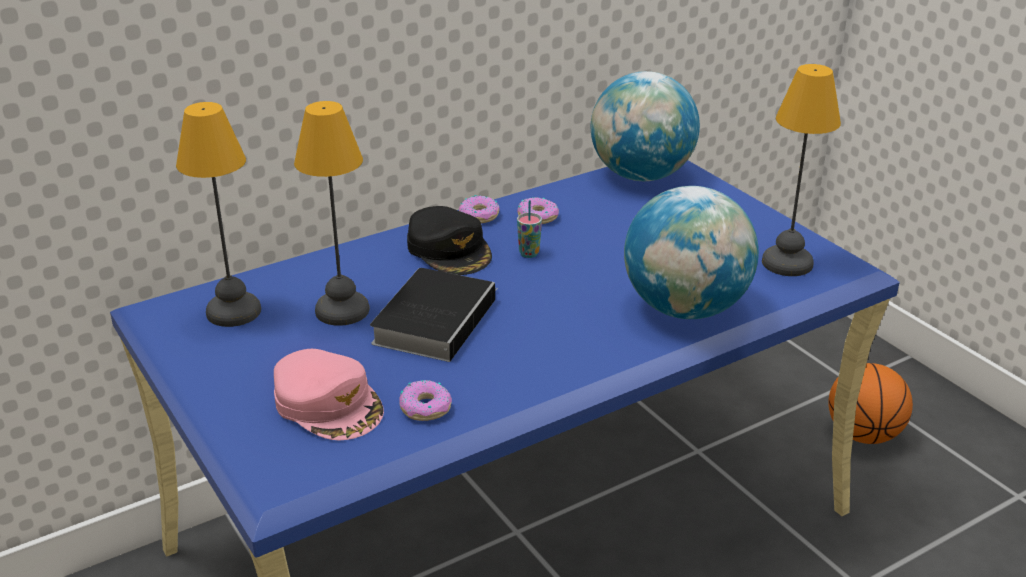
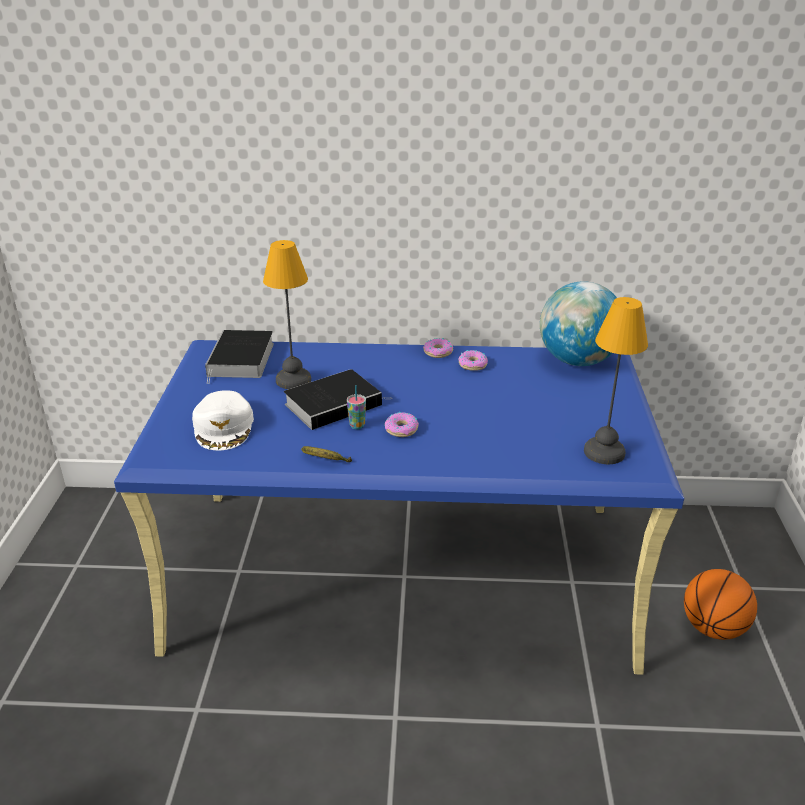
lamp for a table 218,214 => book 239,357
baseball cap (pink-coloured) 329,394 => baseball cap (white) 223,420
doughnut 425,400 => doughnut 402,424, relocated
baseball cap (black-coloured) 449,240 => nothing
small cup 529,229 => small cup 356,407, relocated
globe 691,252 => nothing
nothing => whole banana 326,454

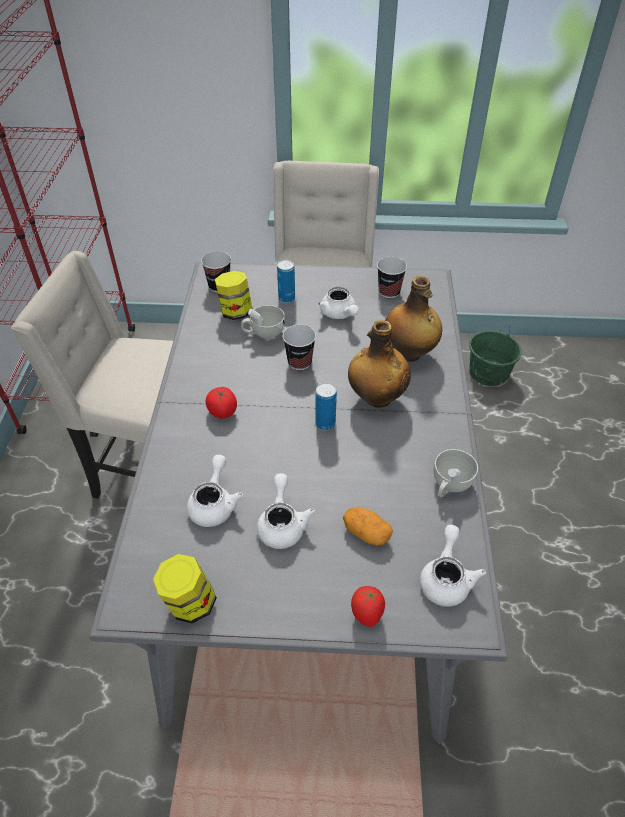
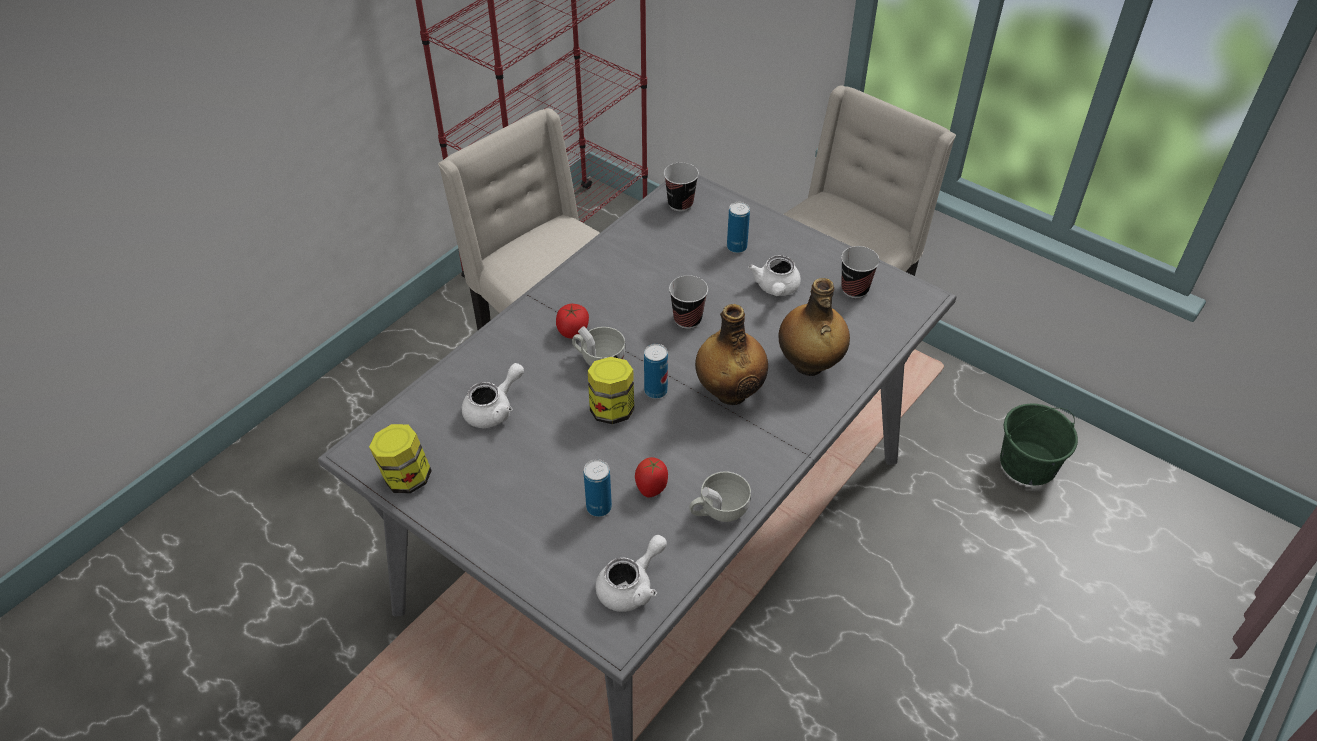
preserve jar 233,295 => preserve jar 611,390, relocated
small cup (white) 263,322 => small cup (white) 599,346, relocated
pot for tea (white) 286,511 => nothing
potato 368,526 => metal can 598,488
fresh tomato 368,606 => fresh tomato 651,477, relocated

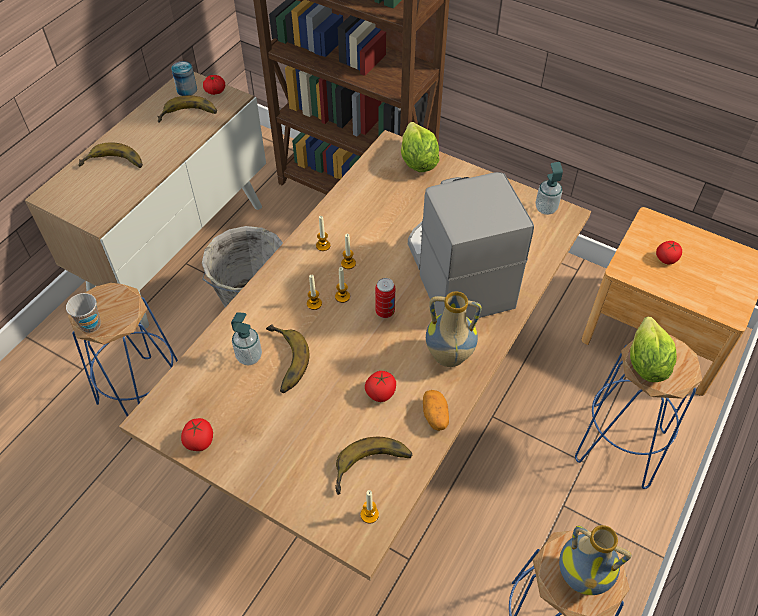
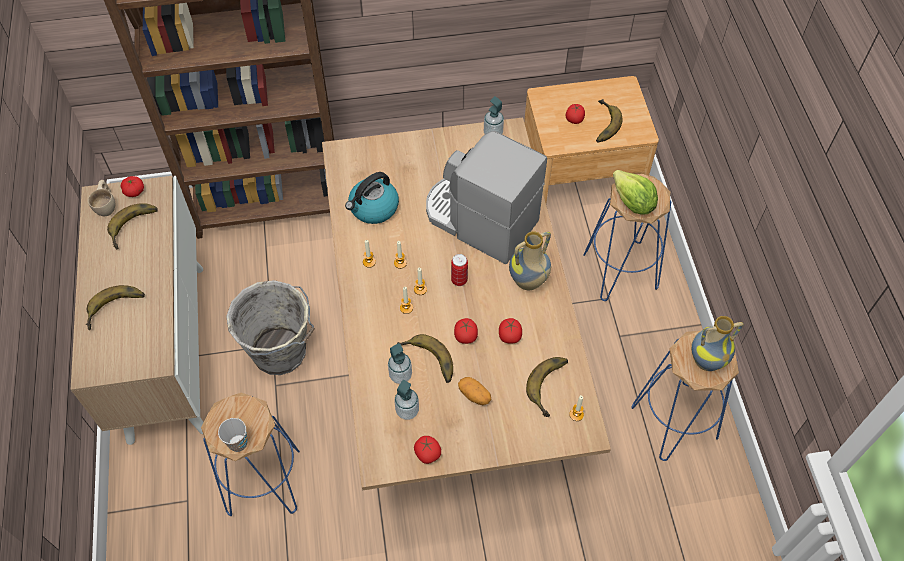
metal can 184,78 => small cup (beige-coloured) 101,198
lettuce 420,147 => nothing
potato 436,410 => potato 475,391, relocated
nothing => tea kettle 372,198
nothing => liquid soap bottle 407,400
nothing => fresh tomato 466,331
nothing => whole banana 609,121

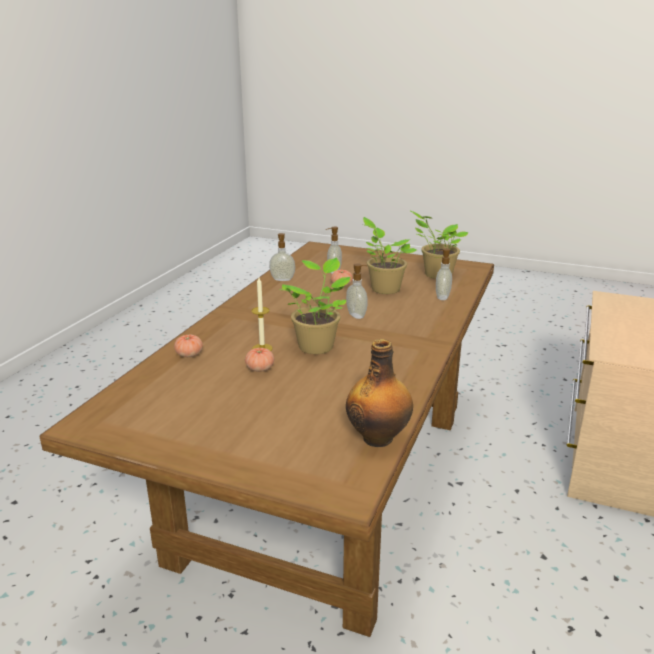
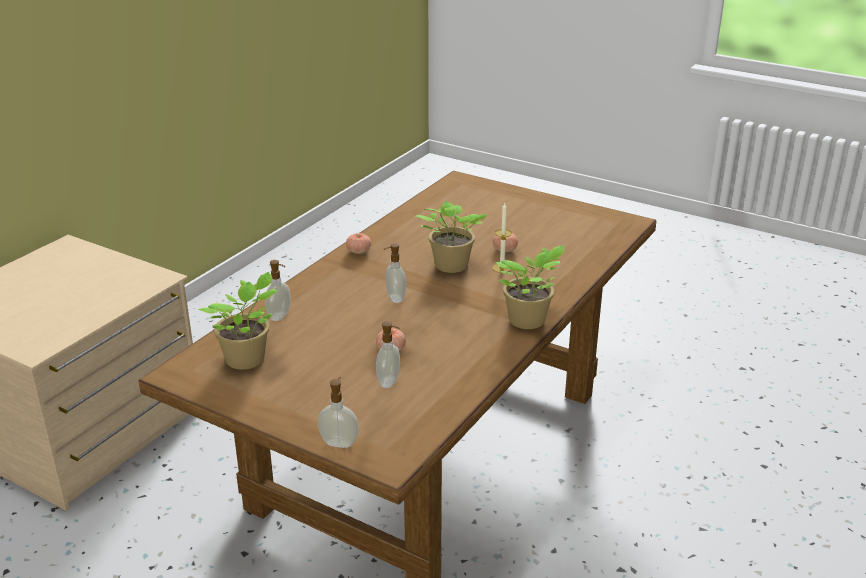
fresh tomato 188,346 => fresh tomato 358,243, relocated
liquid soap bottle 282,257 => liquid soap bottle 338,412, relocated
beverage bottle 379,393 => nothing
houseplant 390,255 => houseplant 530,287, relocated

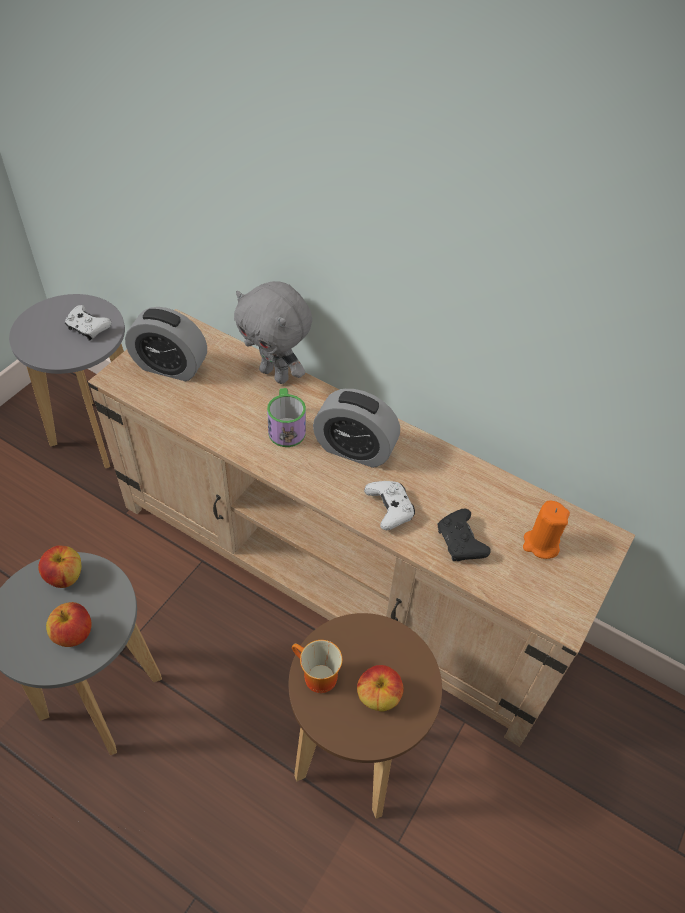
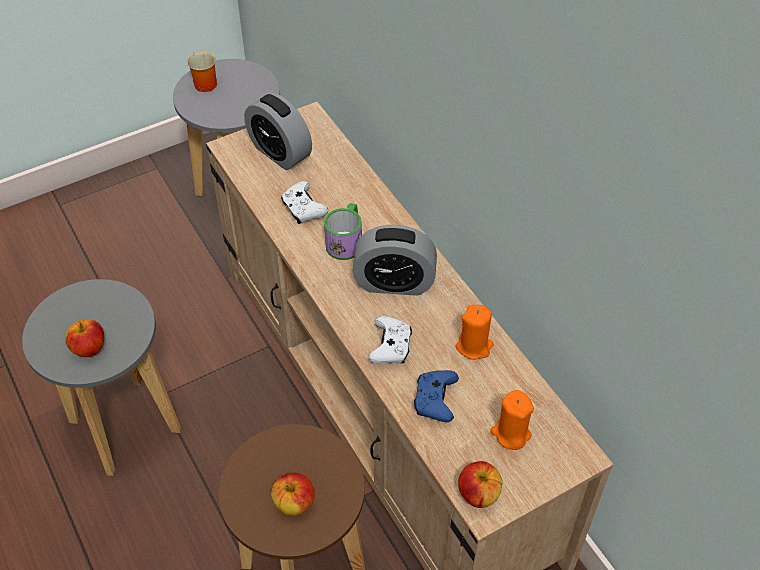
whole apple 59,567 => whole apple 480,484, relocated
gamepad (white) 88,323 => gamepad (white) 304,202, relocated
cuddly toy (grey) 273,332 => nothing
mug 317,666 => mug 202,72, relocated
bedside clock 356,428 => bedside clock 394,260, 45 degrees counterclockwise
gamepad (black-coloured) 464,534 => gamepad (blue-coloured) 436,396
nothing => wax candle (orange) 474,332

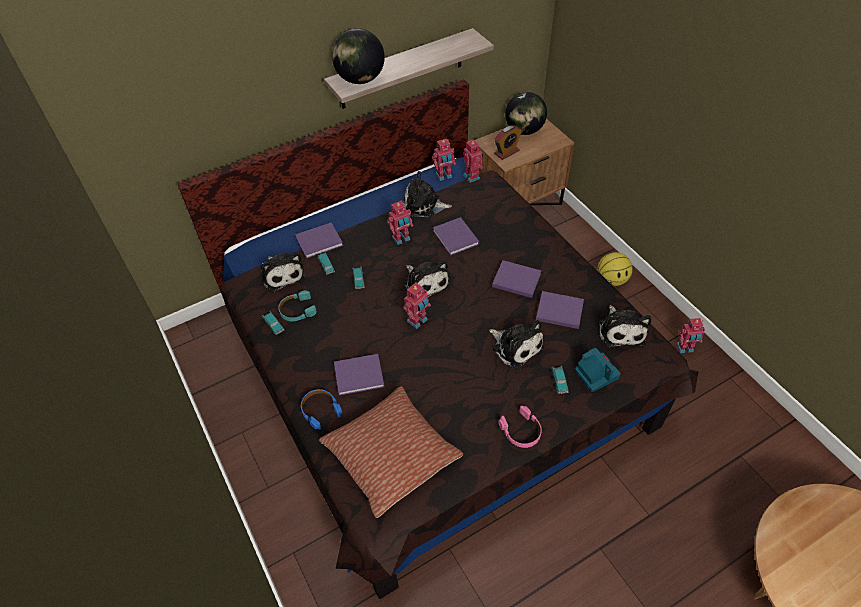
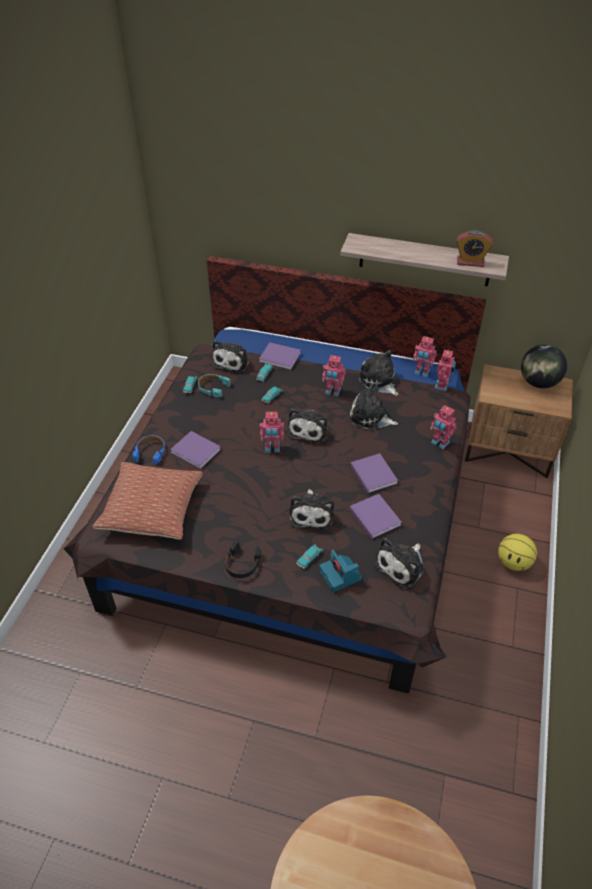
globe 358,56 => nothing
book (purplish) 456,236 => cuddly toy 373,406
bedside clock 508,142 => bedside clock 475,248, relocated
headset (pink-coloured) 520,427 => headset (black-coloured) 243,559
still camera 598,369 => still camera 340,571, 135 degrees clockwise
model robot 690,335 => model robot 443,427, relocated

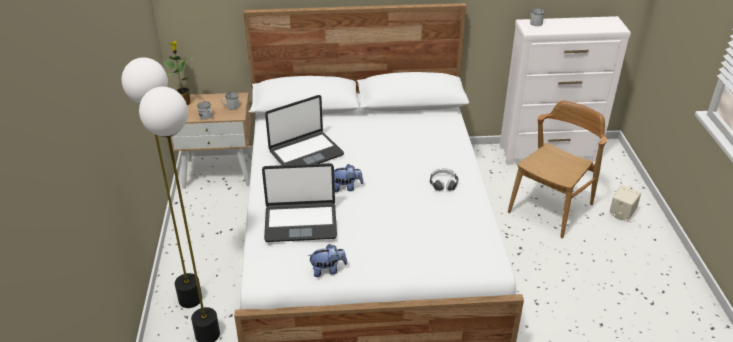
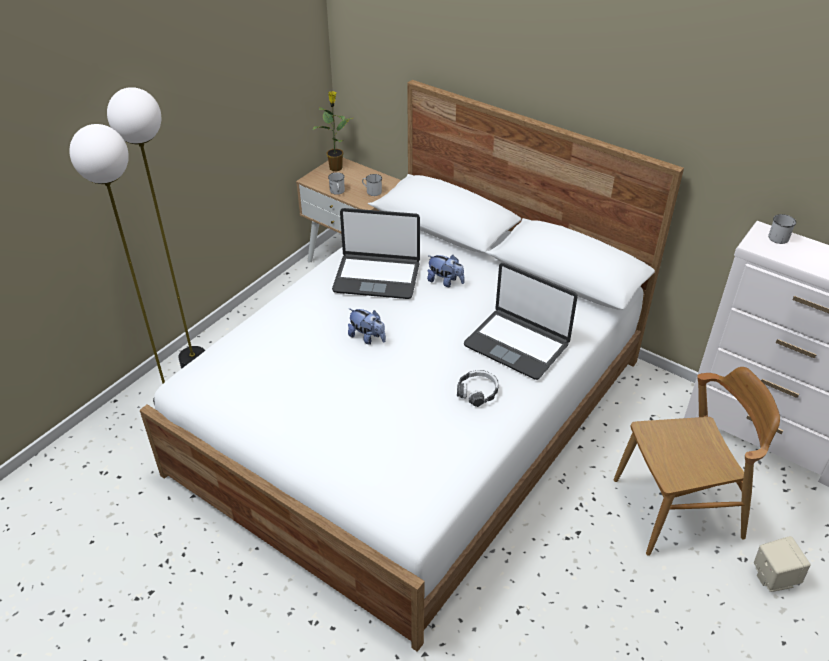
portable computer 299,202 => portable computer 521,321, relocated
cuddly toy 327,260 => cuddly toy 446,271, relocated

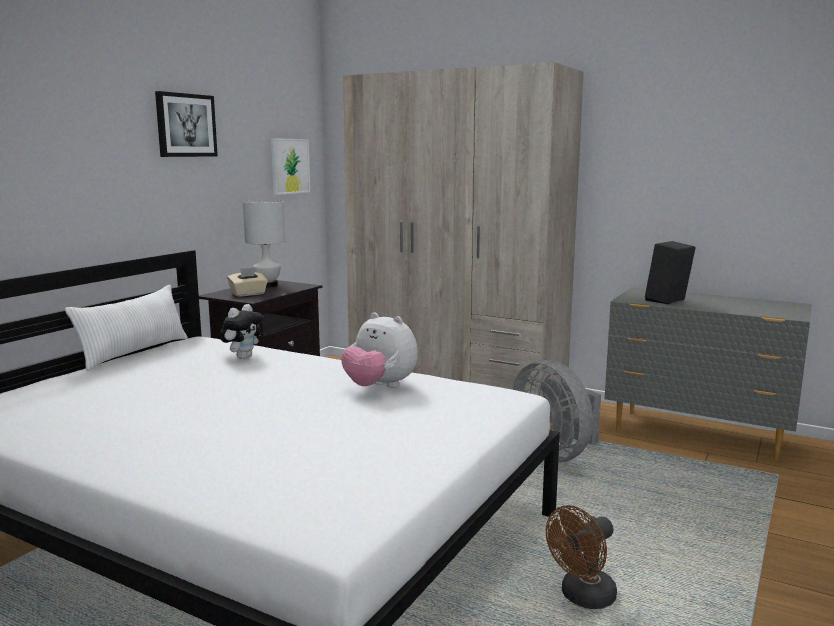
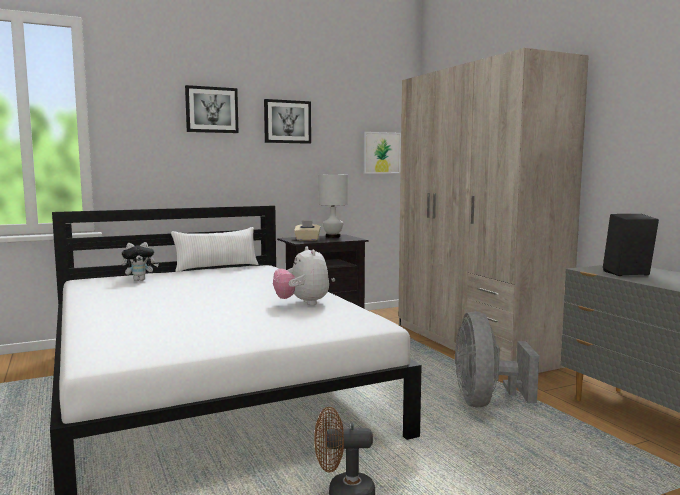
cuddly toy 242,331 => cuddly toy 140,261, relocated
nothing => wall picture 212,109

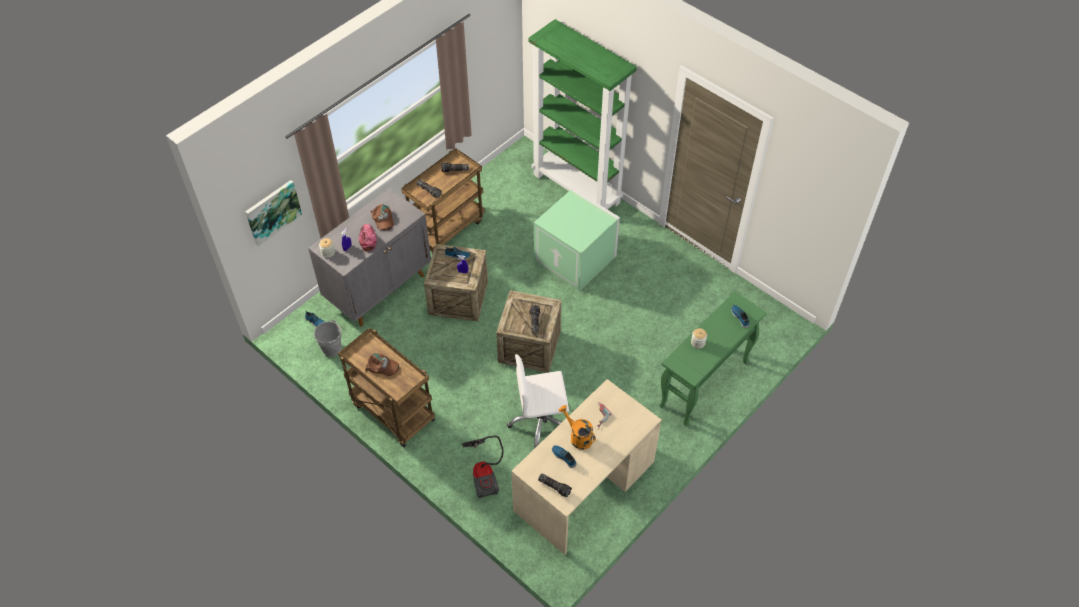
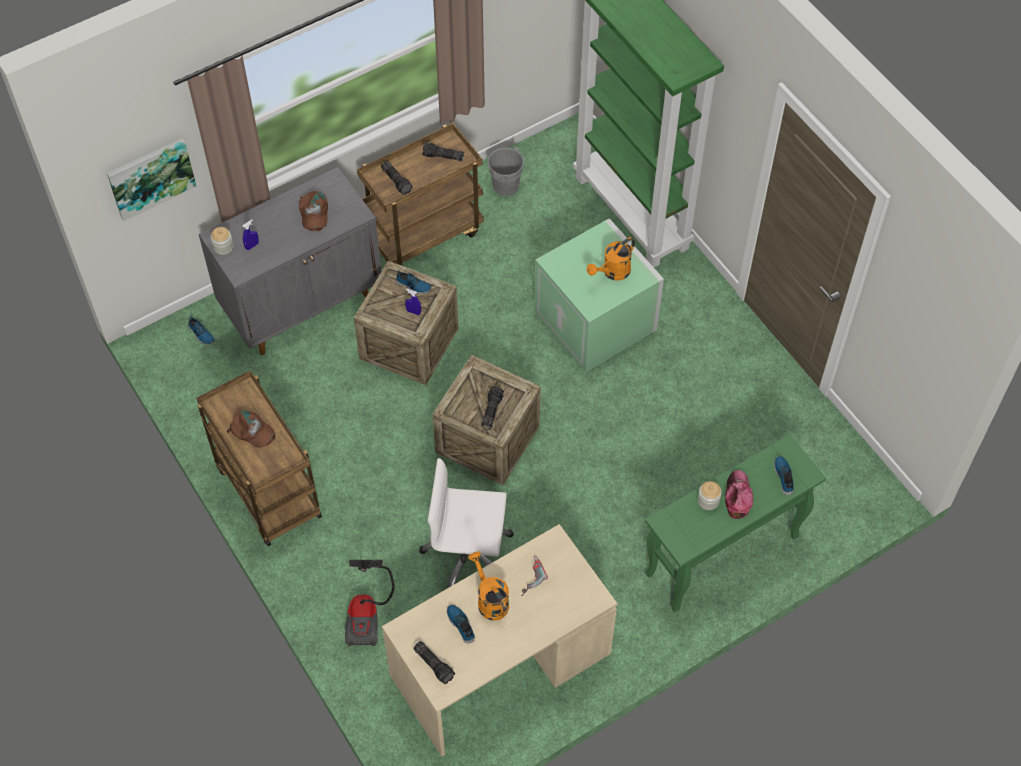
pail (grey) 330,338 => pail (grey) 509,171, relocated
baseball cap 368,238 => baseball cap 739,494, relocated
nothing => watering can (orange) 611,259

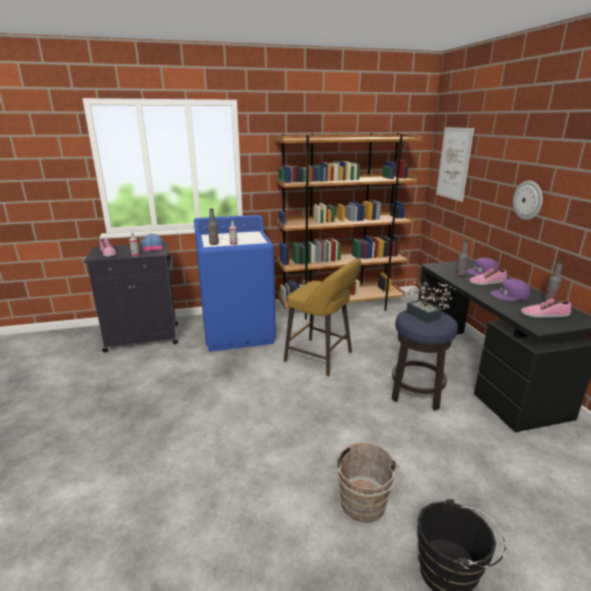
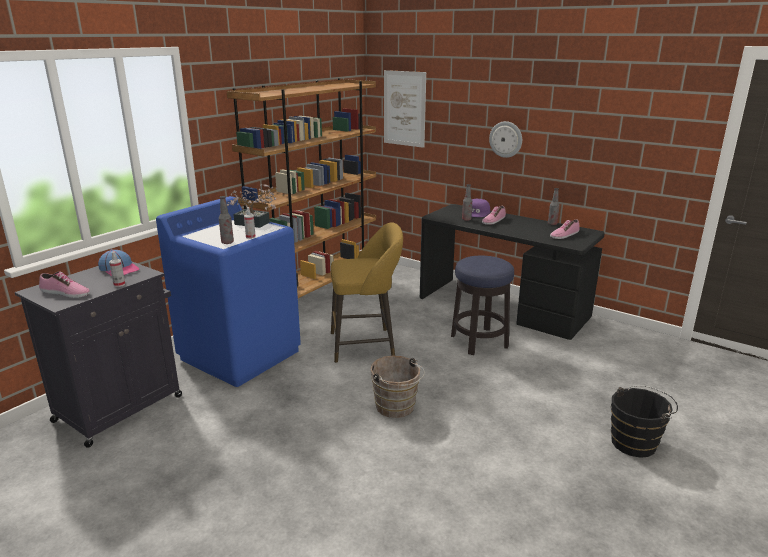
pail (brown-coloured) 366,483 => pail (brown-coloured) 398,387, relocated
houseplant 428,302 => houseplant 252,206, relocated
baseball cap (purplish) 510,290 => nothing

